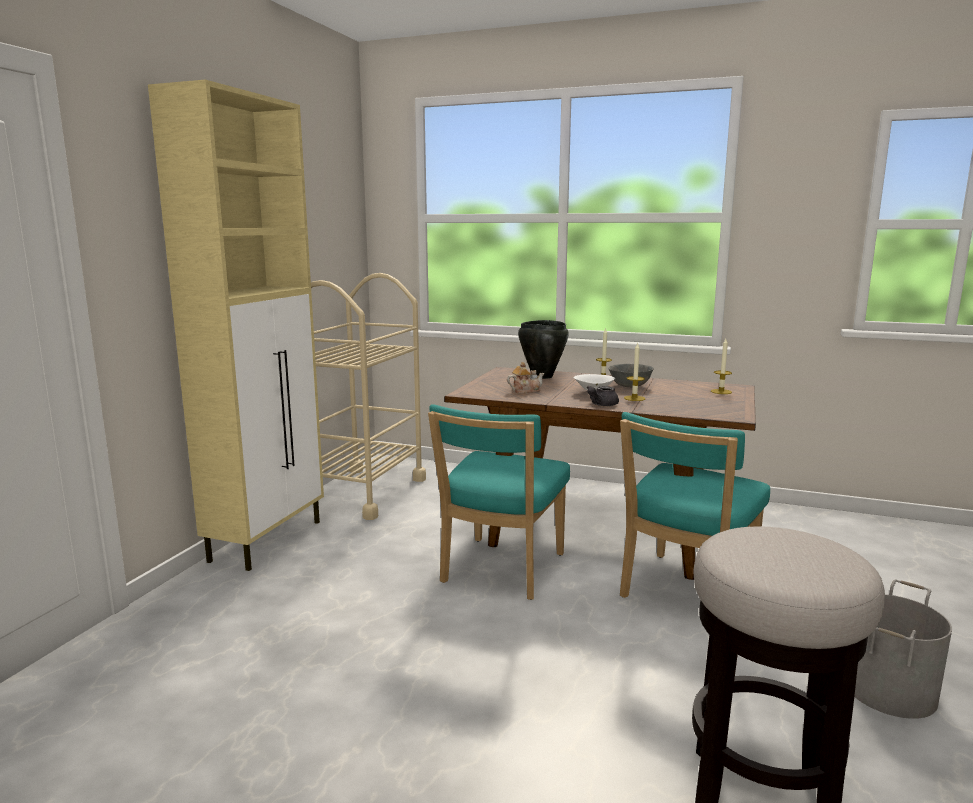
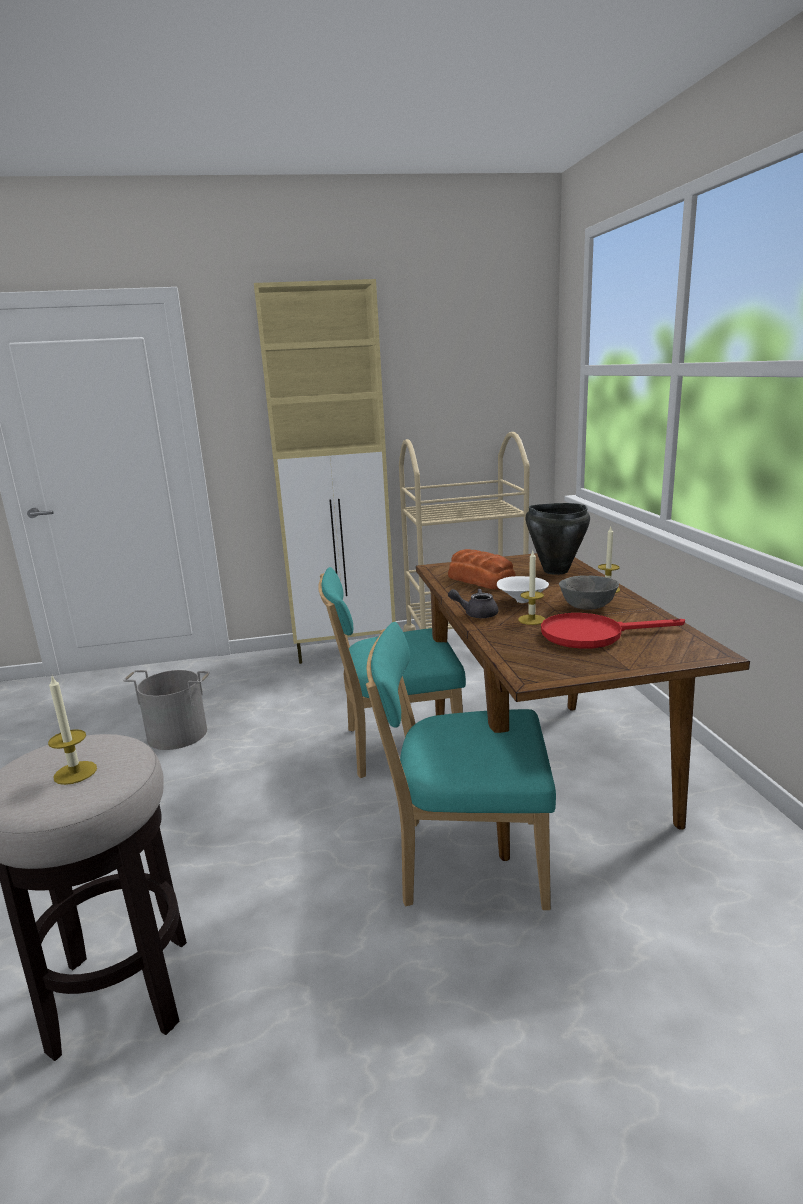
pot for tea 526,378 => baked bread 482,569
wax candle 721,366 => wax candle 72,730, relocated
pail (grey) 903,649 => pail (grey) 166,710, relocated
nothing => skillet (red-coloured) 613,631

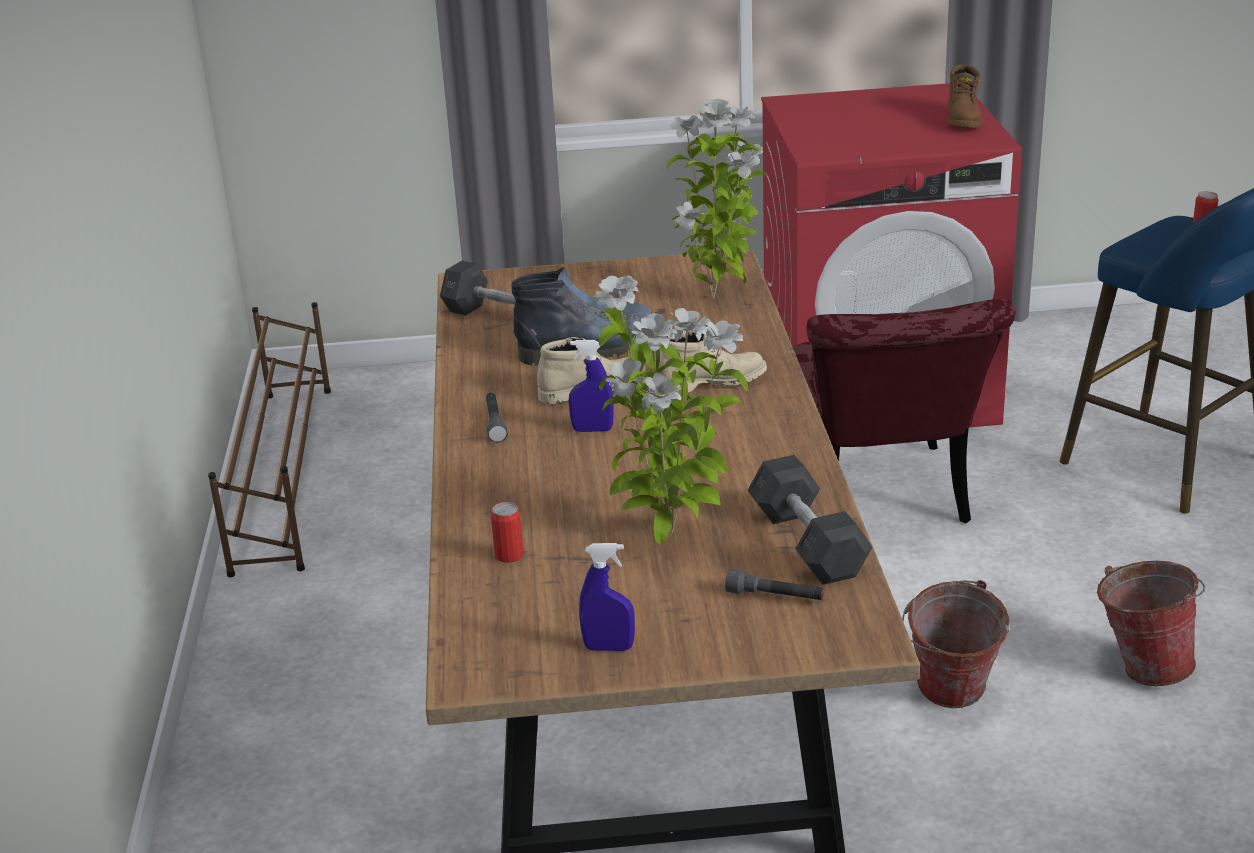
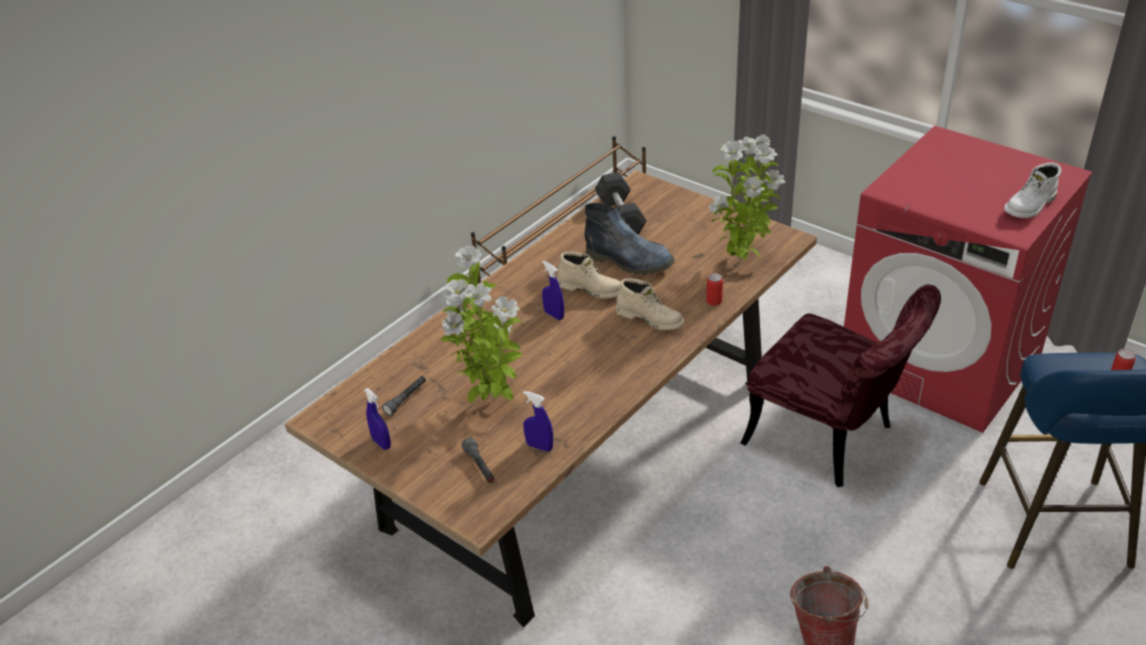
torch (grey) 497,418 => torch (grey) 404,396, relocated
metal can 507,532 => metal can 714,289, relocated
hand weight (grey) 810,520 => hand sprayer (blue-coloured) 538,421
upright chair (red-coloured) 903,411 => upright chair (red-coloured) 840,386, 90 degrees counterclockwise
pail 956,644 => nothing
high-top boot (brown-coloured) 964,95 => high-top boot (white) 1032,190

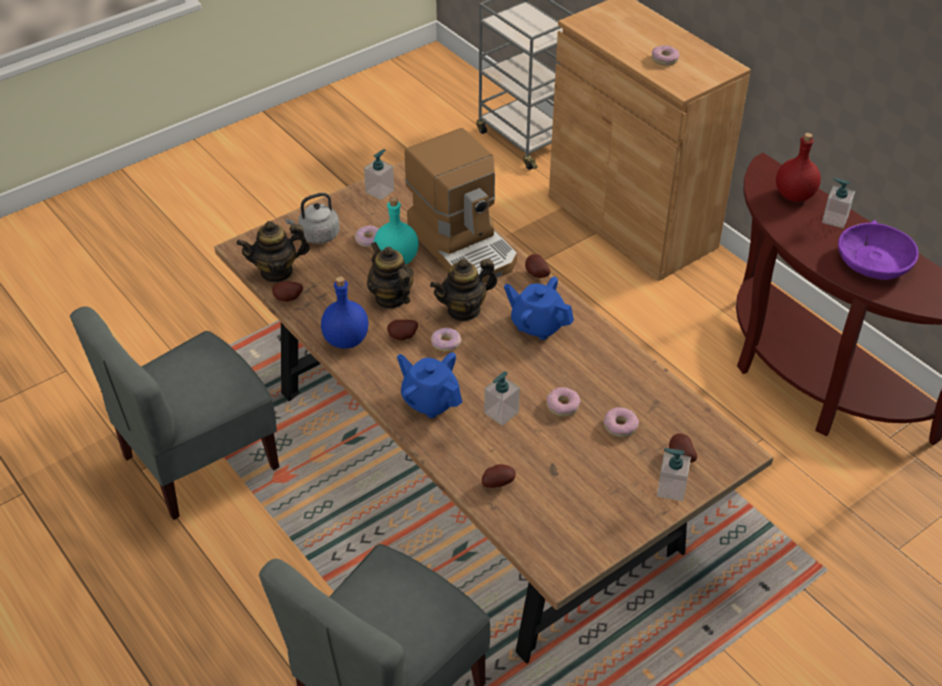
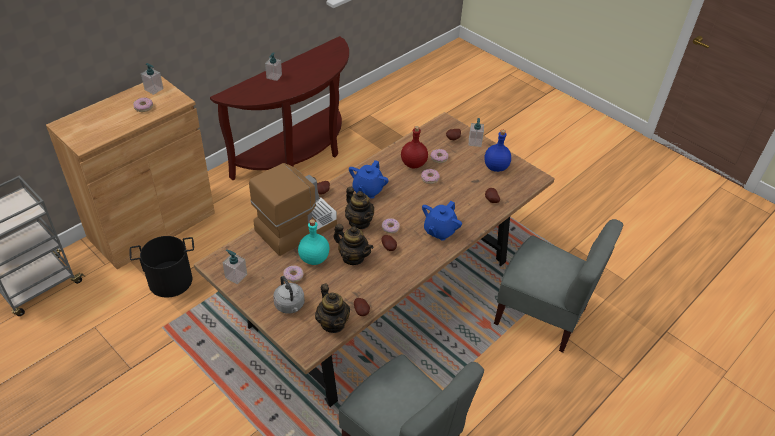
beverage bottle (blue-coloured) 344,312 => beverage bottle (blue-coloured) 498,151, relocated
pot for tea 390,275 => pot for tea 353,244, 105 degrees counterclockwise
liquid soap bottle 502,398 => liquid soap bottle 152,79, relocated
beverage bottle (red-coloured) 798,167 => beverage bottle (red-coloured) 414,147, relocated
deep dish (purplish) 878,250 => nothing
nothing => pail (black-coloured) 161,267

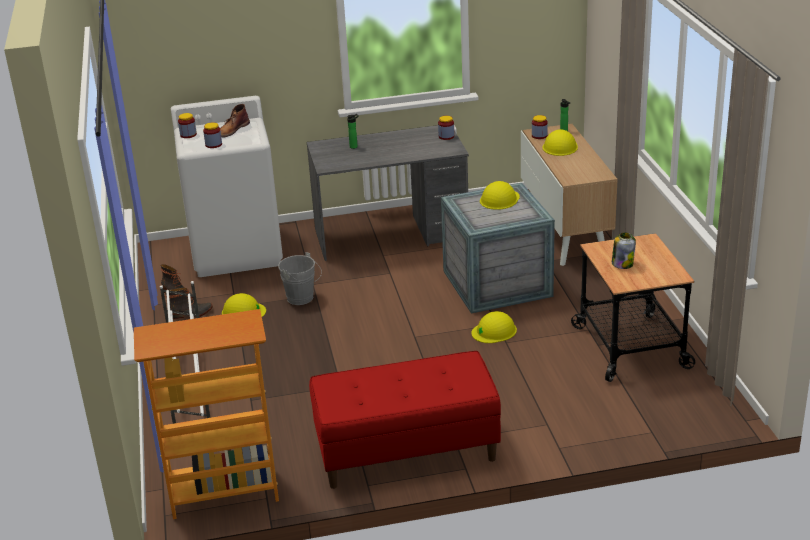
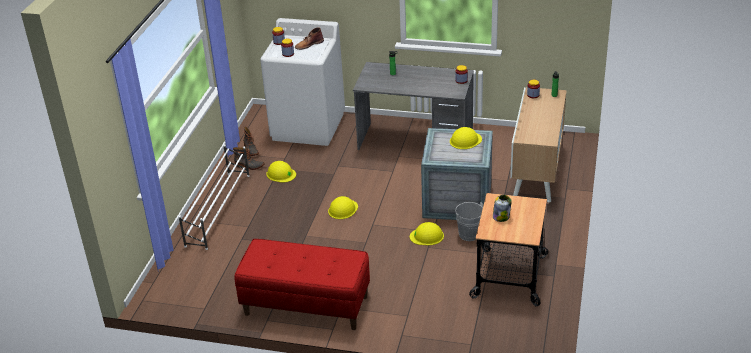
bookcase 206,414 => nothing
pail (grey) 300,278 => pail (grey) 469,221, relocated
safety helmet (yellow) 560,142 => safety helmet (yellow) 343,207, relocated

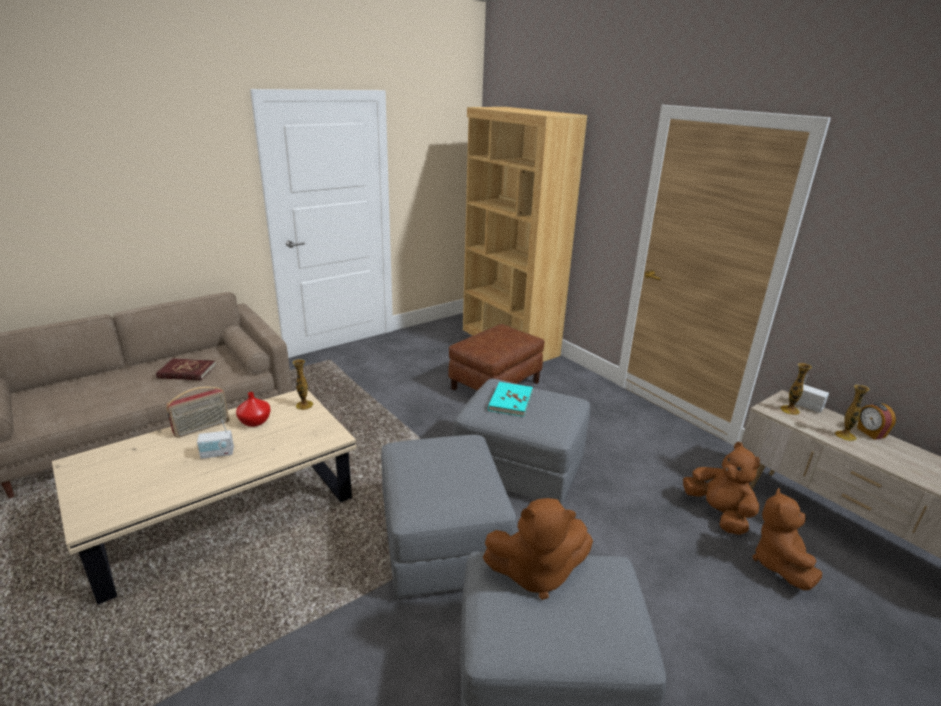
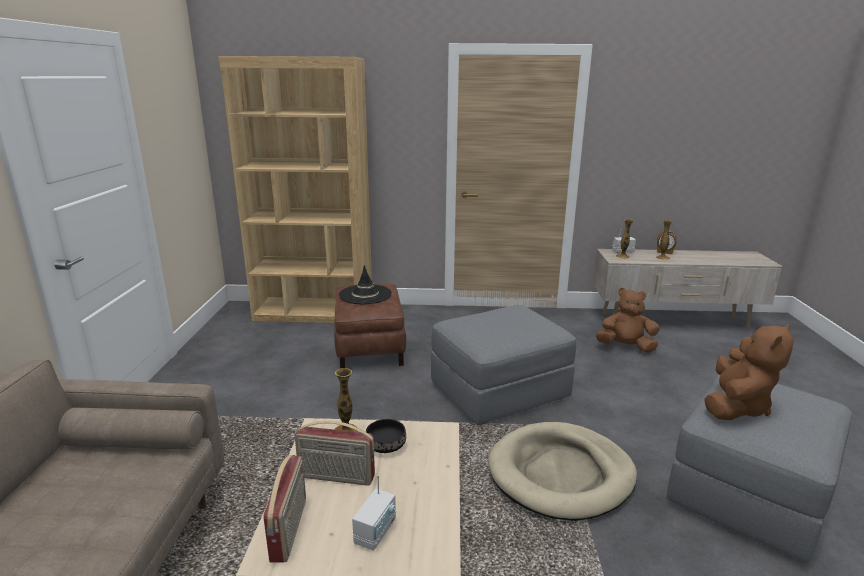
book (red-coloured) 186,369 => nothing
decorative vase (red-coloured) 253,409 => radio 335,453
ottoman (grey) 448,516 => dog cushion (beige-coloured) 562,471
book (blue-green) 510,399 => nothing
cuddly toy (brown-coloured) 787,539 => nothing
nothing => wearable hat (black-coloured) 365,284
nothing => deep dish (black-coloured) 386,436

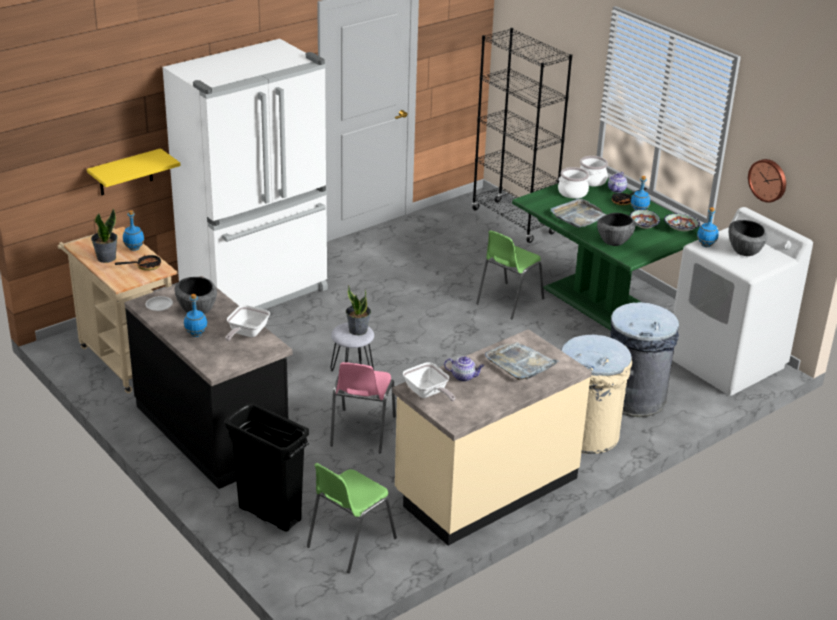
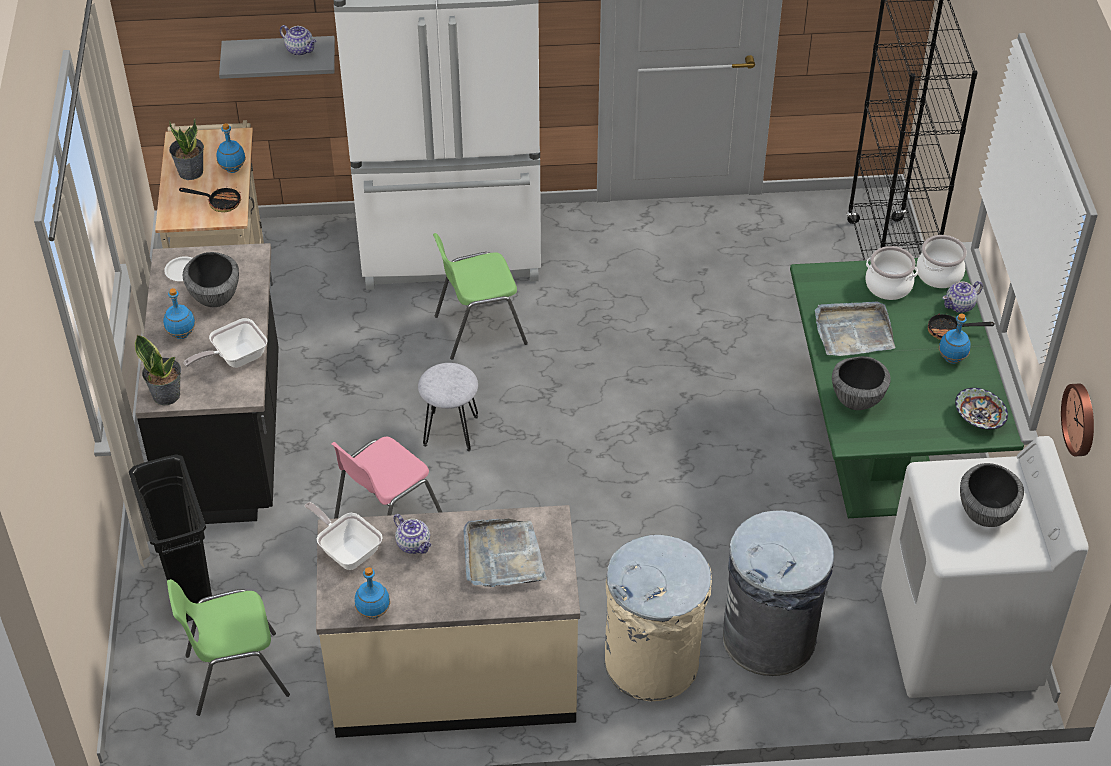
wall shelf (yellow) 134,171 => wall shelf (grey) 277,57
houseplant 358,310 => houseplant 158,370, relocated
skillet 429,381 => skillet 344,536, 135 degrees clockwise
upright chair (green) 510,275 => upright chair (green) 480,296, relocated
deep dish 645,219 => nothing
beverage bottle (blue-coloured) 708,227 => beverage bottle (blue-coloured) 372,593, relocated
nothing => pot for tea 298,40

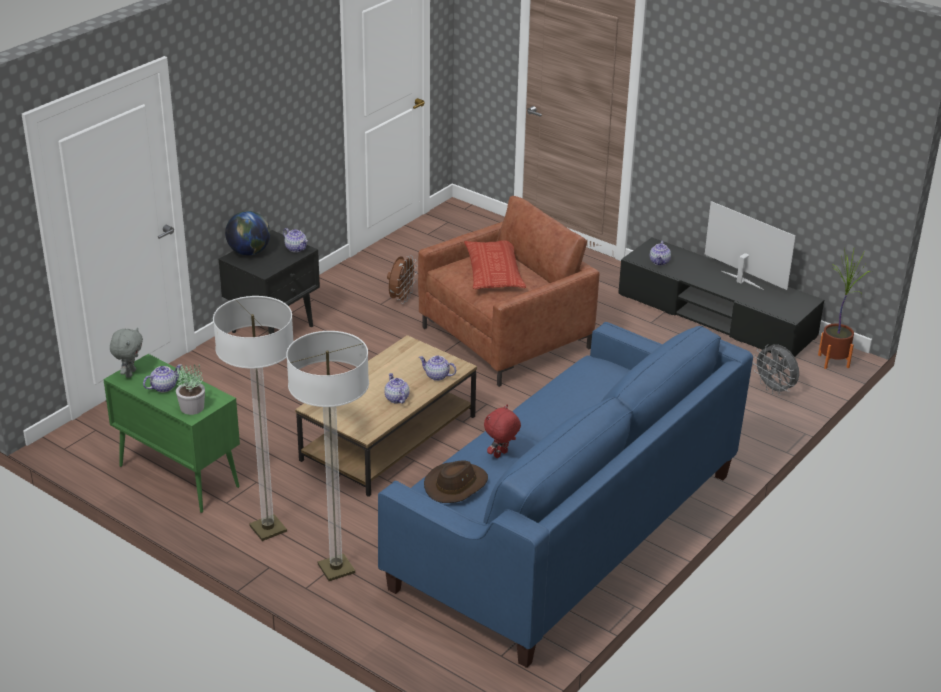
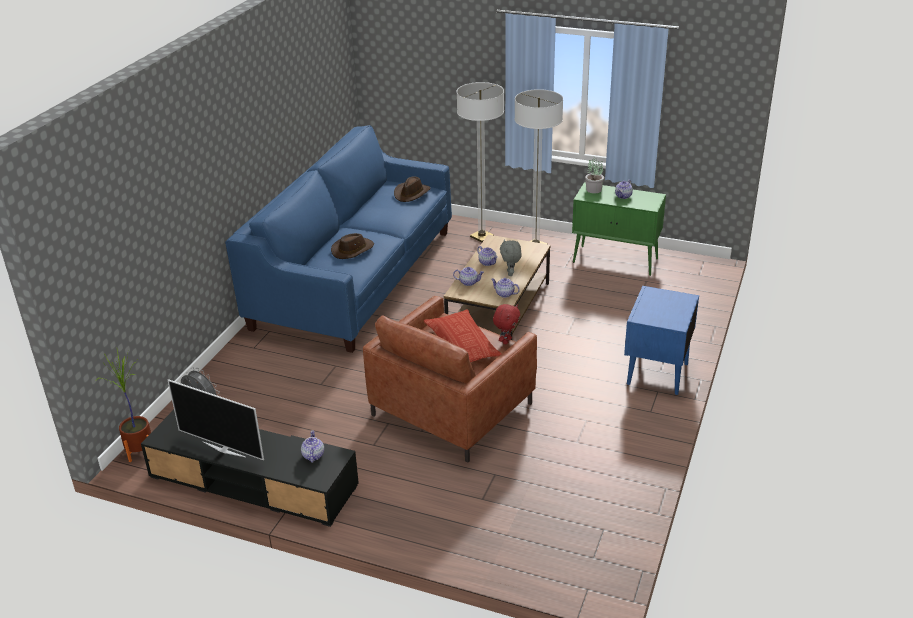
cuddly toy (grey) 126,352 => cuddly toy (grey) 511,257, relocated
bedside table (black-coloured) 269,282 => bedside table (blue-coloured) 661,340
globe 247,233 => nothing
pot for tea 295,240 => pot for tea 505,288, relocated
electric fan (brown-coloured) 402,279 => nothing
cuddly toy (red-coloured) 502,431 => cuddly toy (red-coloured) 506,324, relocated
nothing => wearable hat (brown-coloured) 352,246

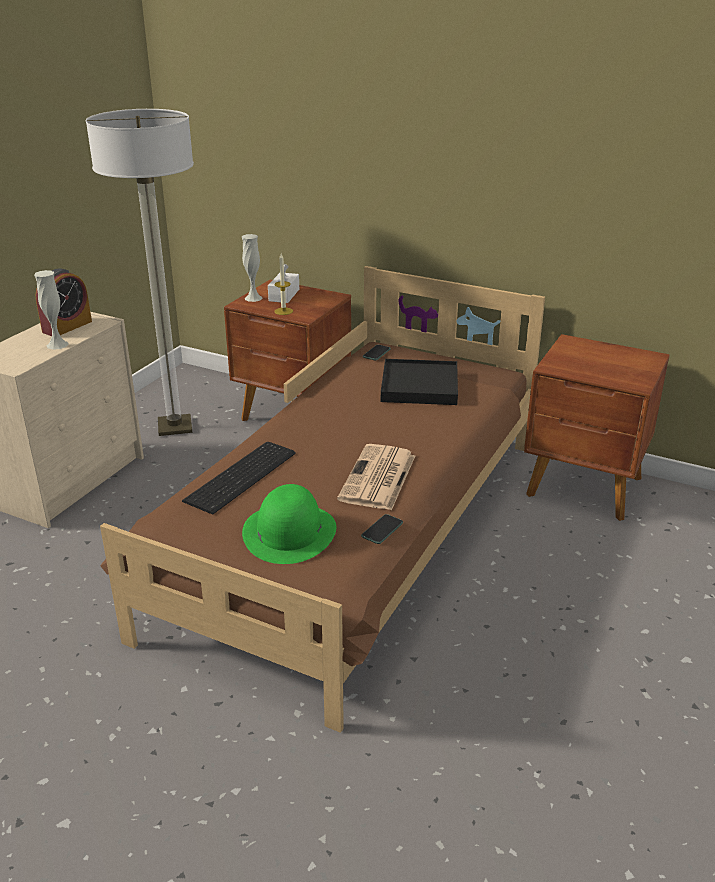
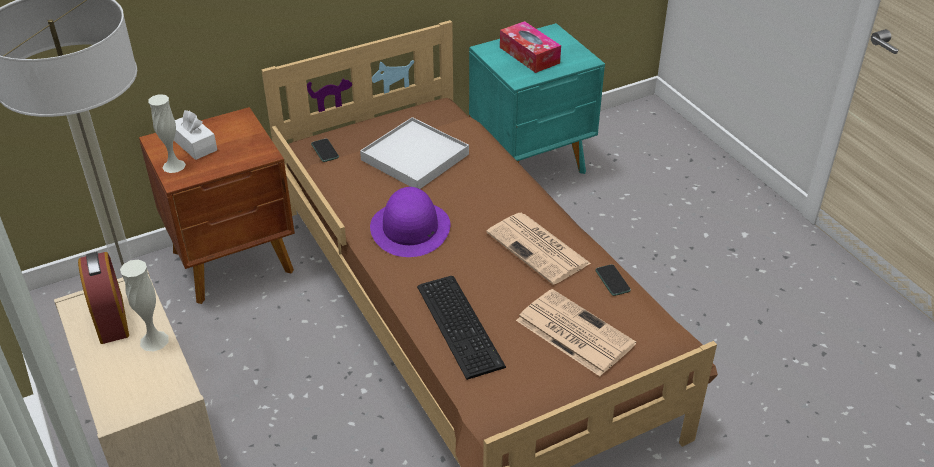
wearable hat (green) 289,524 => daily paper 576,332
wax candle 283,284 => nothing
carrying tray (black-coloured) 419,382 => carrying tray (white) 414,153
bedside table (brown-coloured) 597,427 => bedside table (blue-green) 537,98
nothing => wearable hat (purplish) 410,222
nothing => tissue holder 530,47

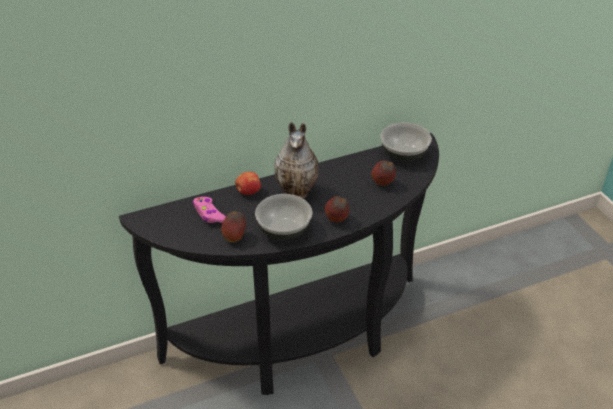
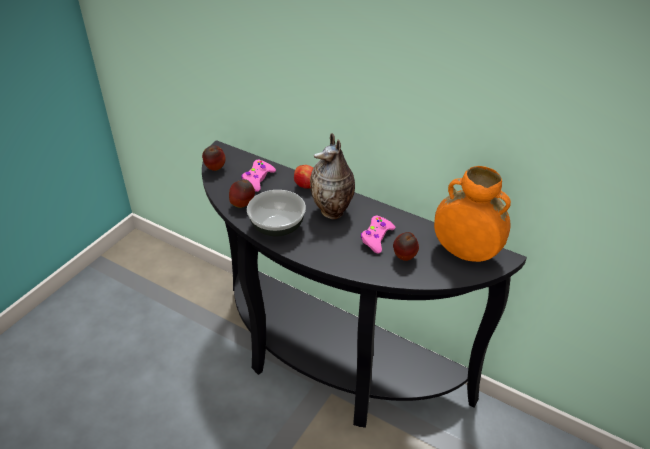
whole apple 337,209 => whole apple 214,158, relocated
deep dish 406,142 => decorative vase (orange) 472,214
nothing => gamepad (pink-coloured) 377,235

